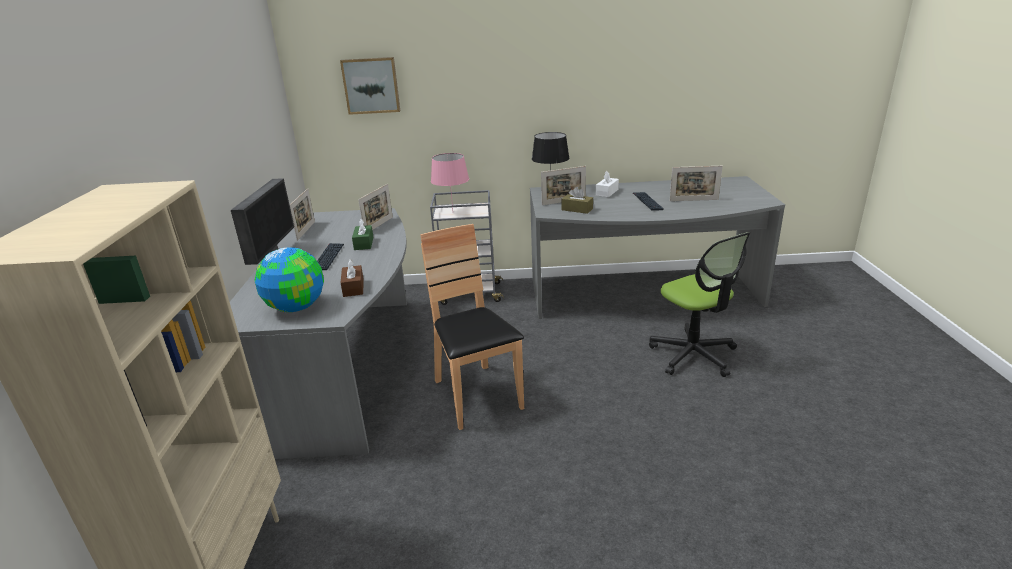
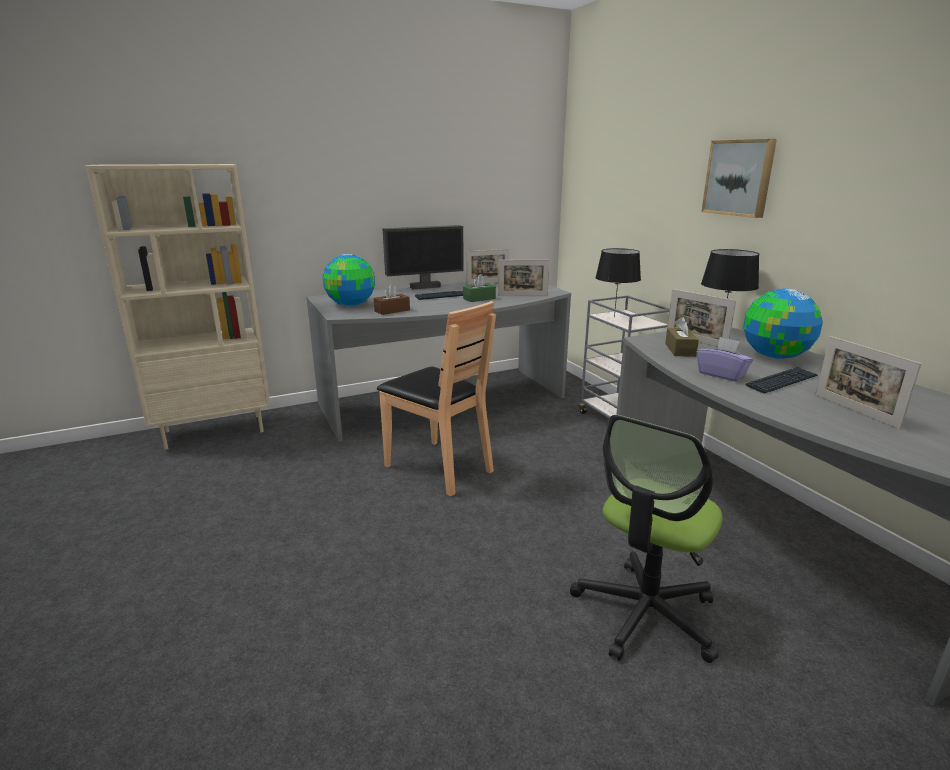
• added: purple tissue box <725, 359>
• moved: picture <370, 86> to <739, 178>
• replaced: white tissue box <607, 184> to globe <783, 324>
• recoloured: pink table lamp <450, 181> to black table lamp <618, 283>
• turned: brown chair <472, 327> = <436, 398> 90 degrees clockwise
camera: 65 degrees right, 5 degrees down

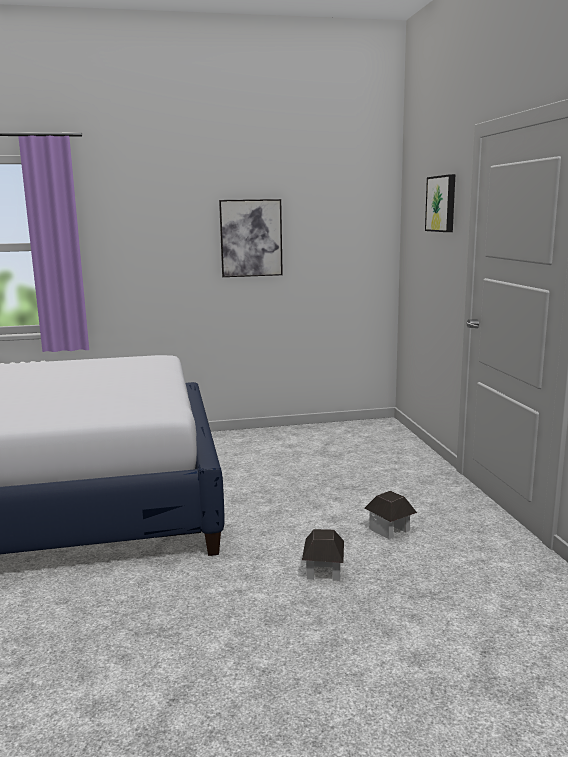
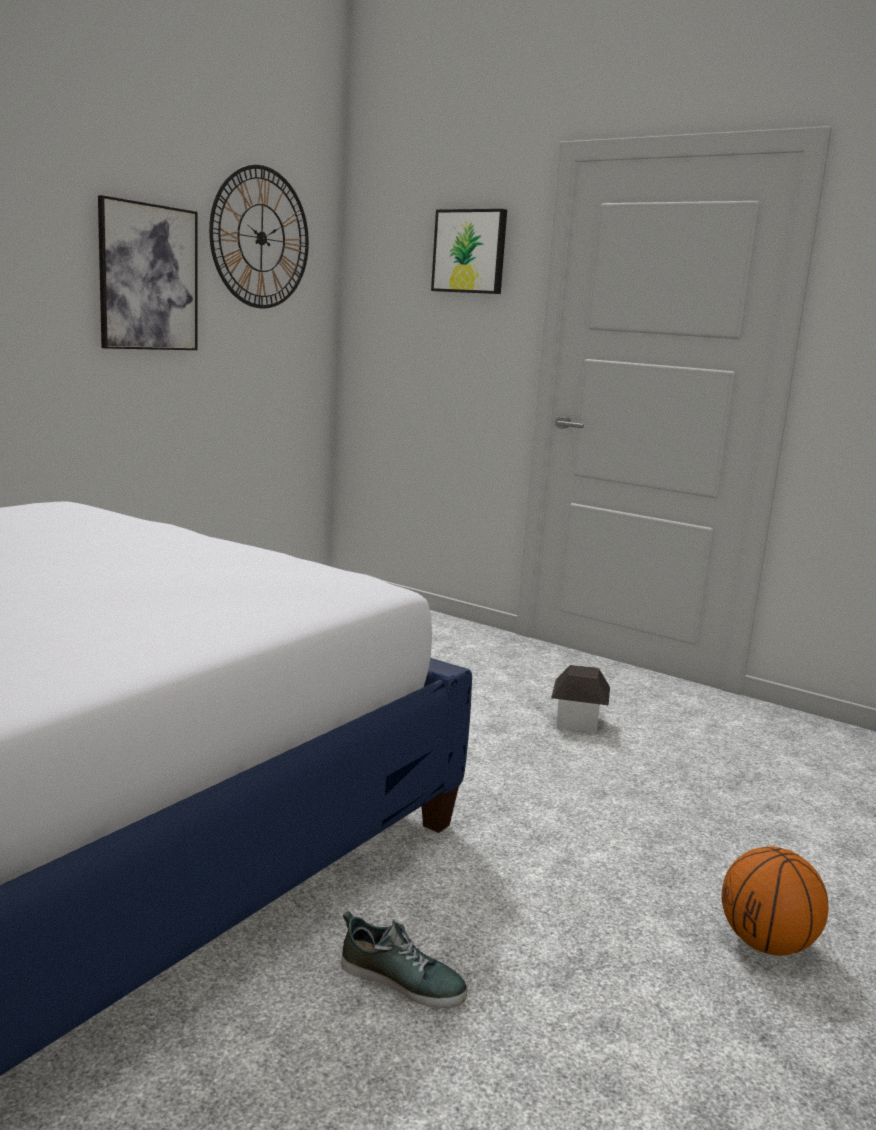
• removed: toy house <323, 555>
• added: wall clock <259, 236>
• added: shoe <404, 959>
• added: basketball <775, 901>
camera: 45 degrees left, 0 degrees up

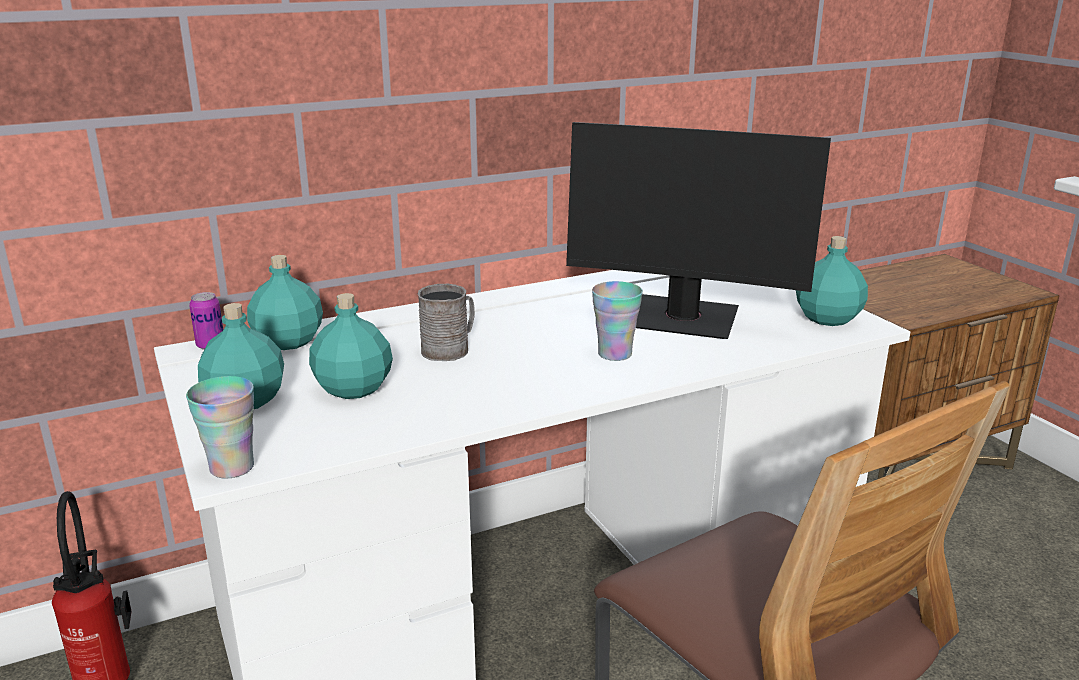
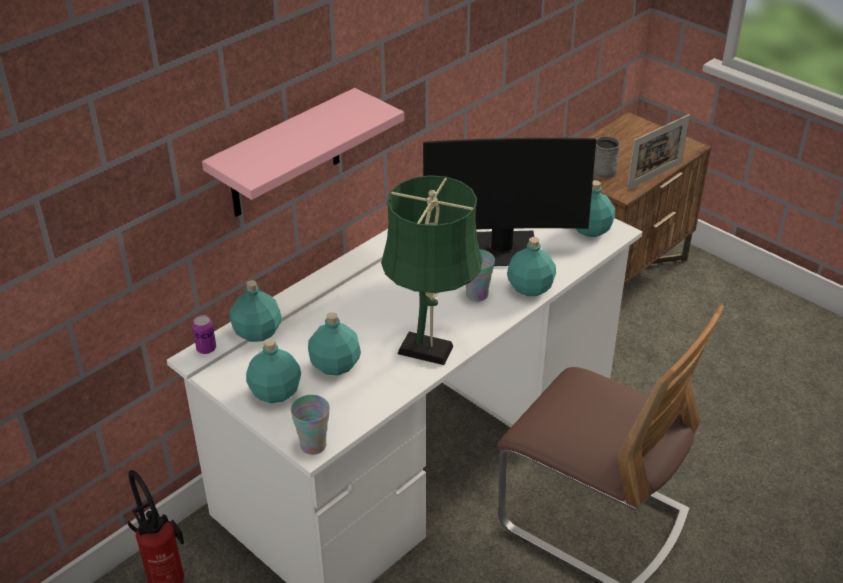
• added: pink shelf <303, 152>
• added: green table lamp <432, 270>
• added: turquoise bottle <531, 266>
• added: picture frame <658, 152>
• moved: grey mug <446, 322> to <606, 157>
camera: 20 degrees left, 15 degrees up

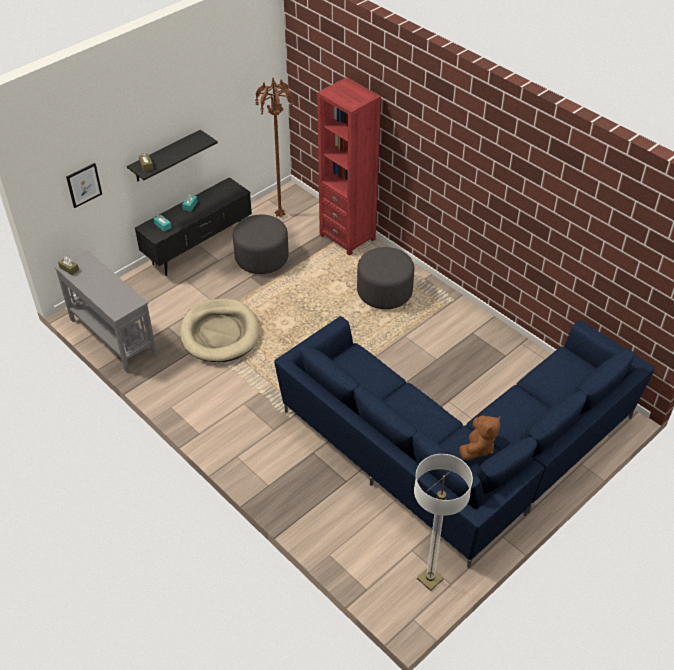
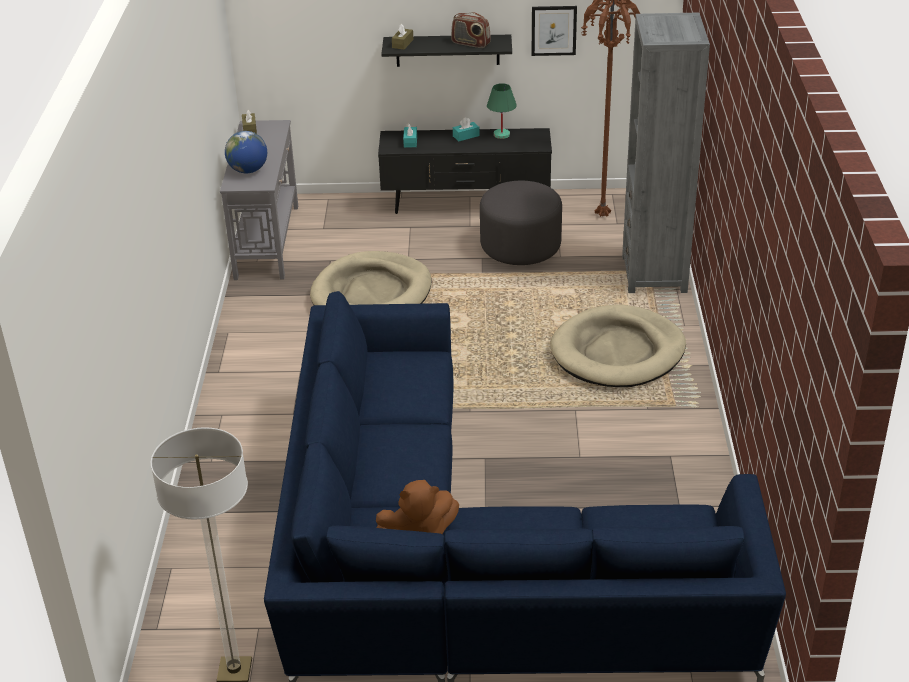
• added: globe <246, 152>
• added: radio <471, 30>
• added: green table lamp <502, 111>
• moved: picture <84, 185> to <554, 31>
• replaced: grey ottoman <385, 278> to beige dog bed <618, 346>
• recoloured: red bookcase <349, 166> to grey bookcase <666, 153>
camera: 45 degrees right, 10 degrees down

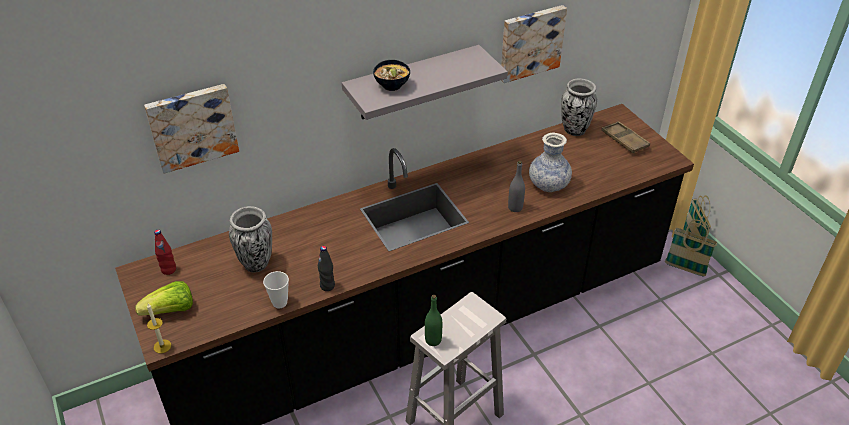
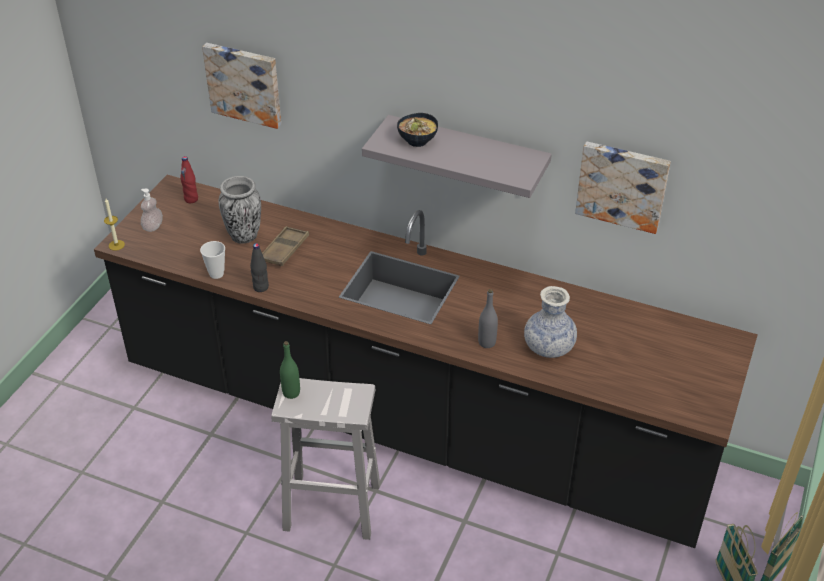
• removed: vase <579, 107>
• moved: brown tray <625, 137> to <285, 246>
• replaced: lettuce <164, 298> to soap dispenser <152, 210>
camera: 50 degrees right, 0 degrees up

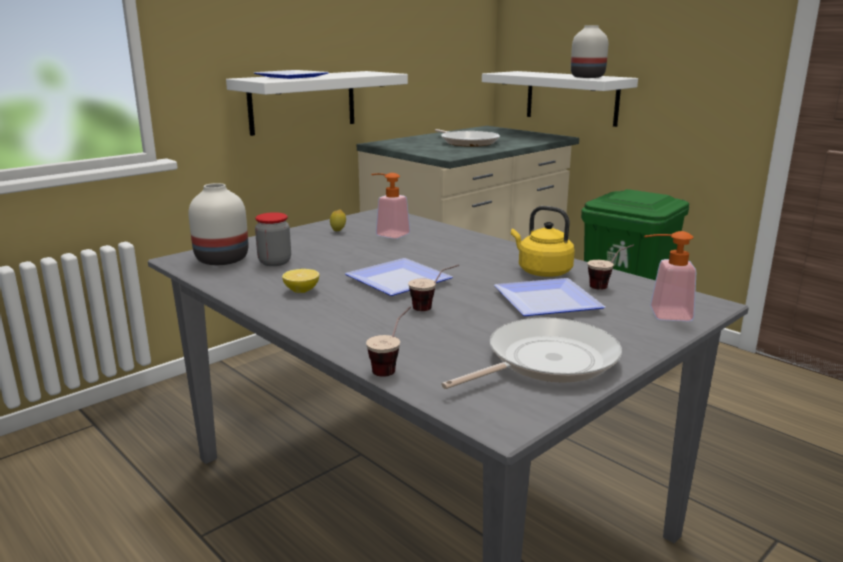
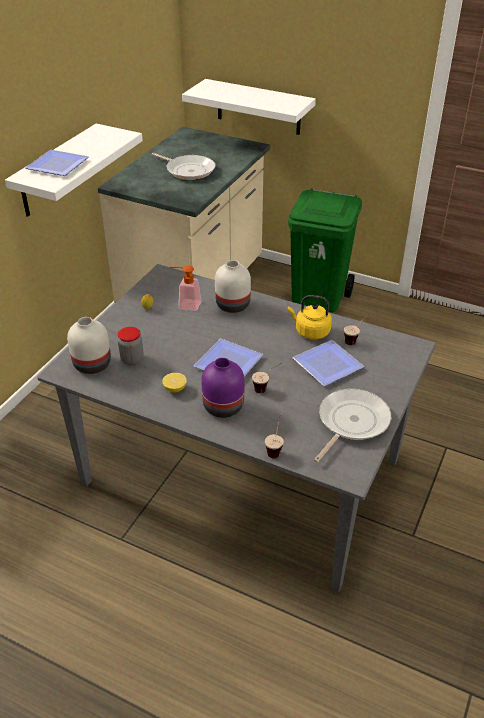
• removed: soap dispenser <670, 276>
• added: purple vase <222, 388>
• moved: white vase <589, 51> to <233, 286>
camera: 20 degrees left, 20 degrees up

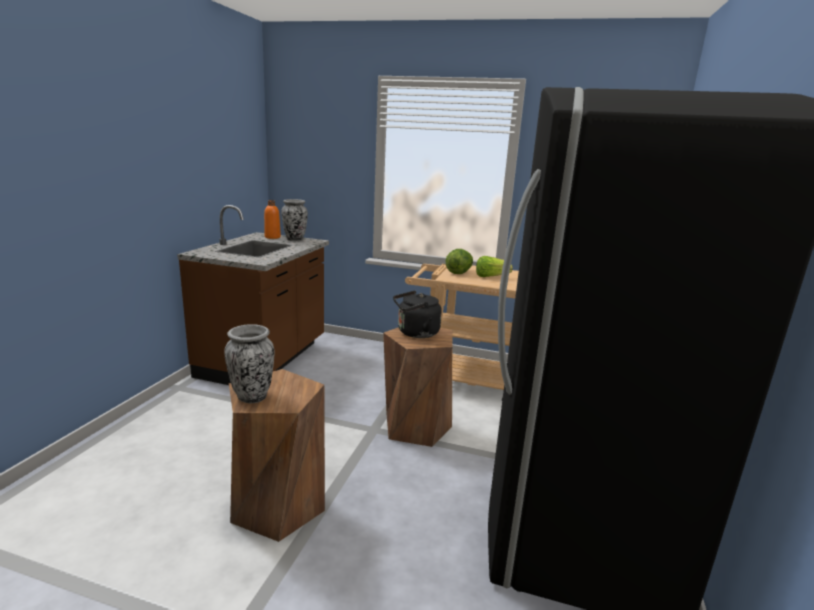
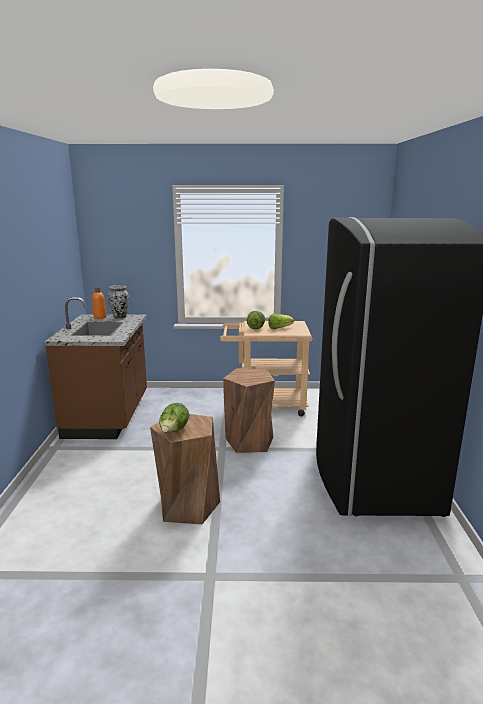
• removed: black kettle <417, 314>
• replaced: vase <249, 363> to lettuce <174, 417>
camera: 15 degrees left, 0 degrees up

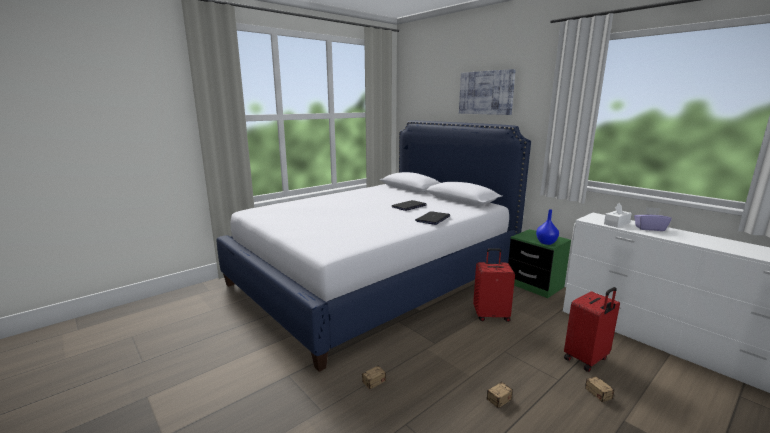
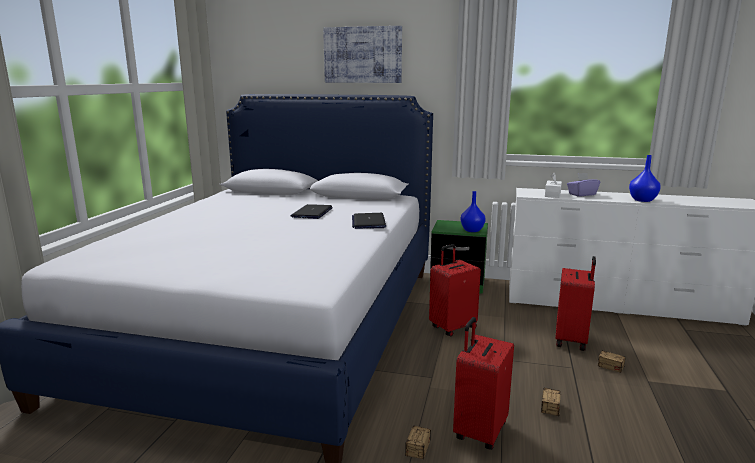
• added: red suitcase <483, 383>
• added: blue vase <645, 178>
camera: 35 degrees left, 0 degrees up

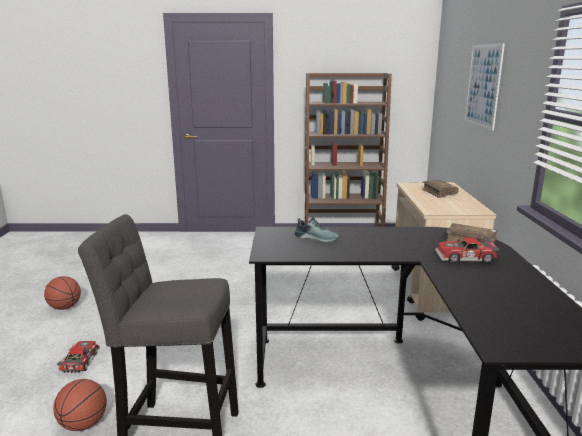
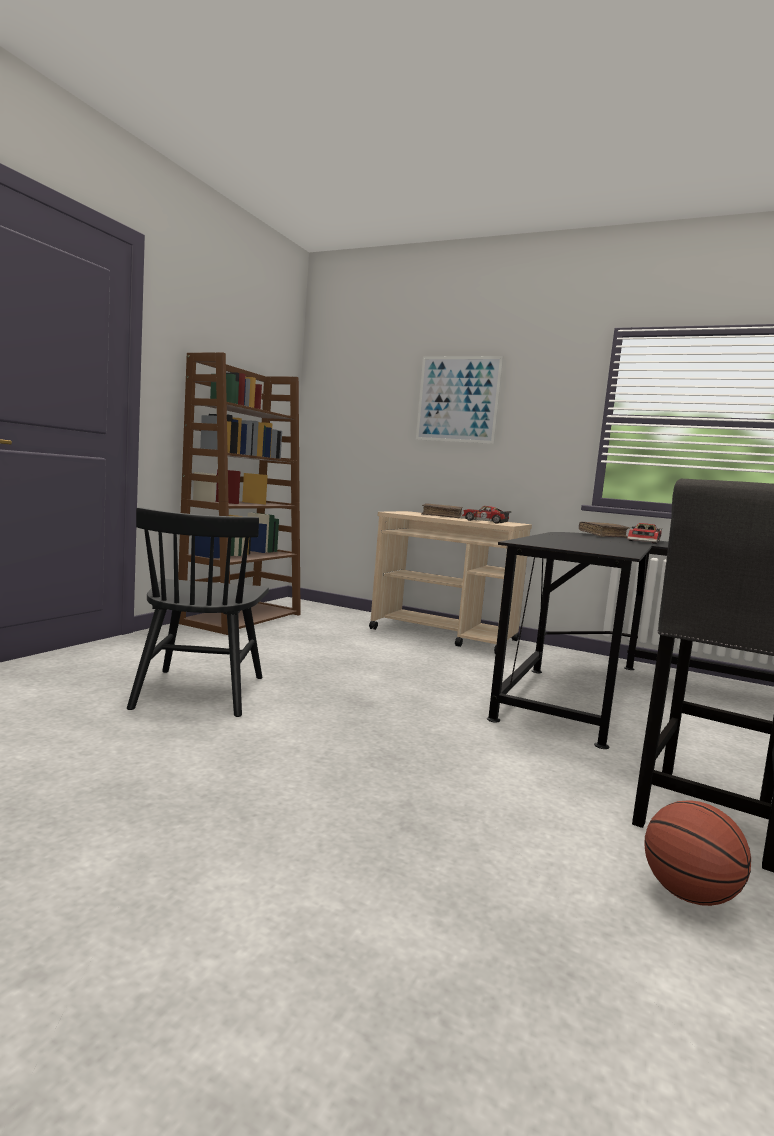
• removed: basketball <62, 293>
• removed: shoe <317, 229>
• added: black chair <198, 612>
• moved: toy car <78, 357> to <486, 515>
camera: 65 degrees left, 10 degrees down

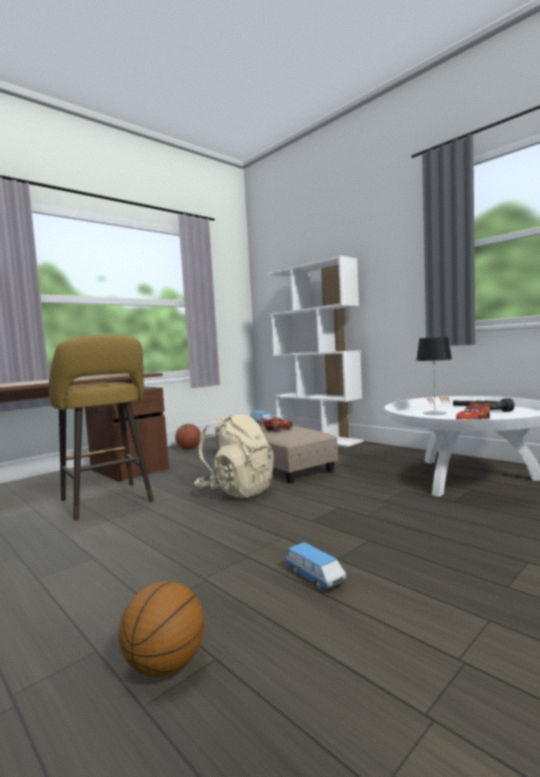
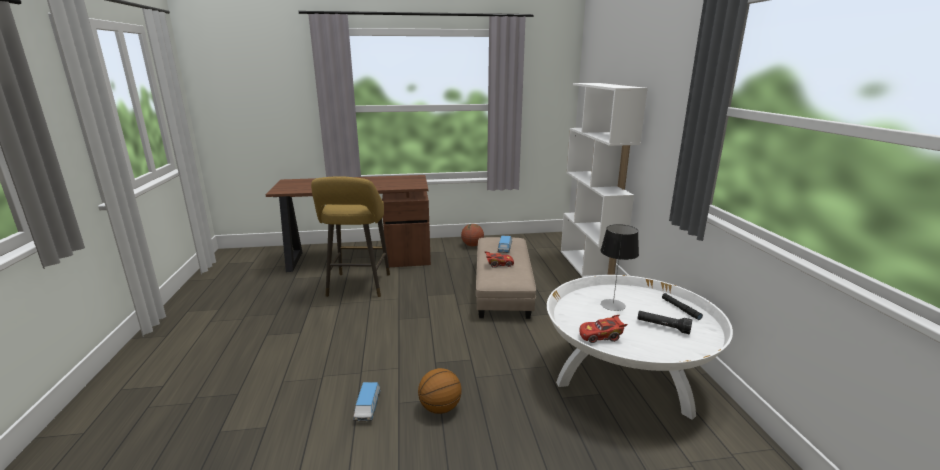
• removed: beige backpack <234, 456>
• moved: basketball <162, 629> to <440, 391>
camera: 35 degrees right, 15 degrees up

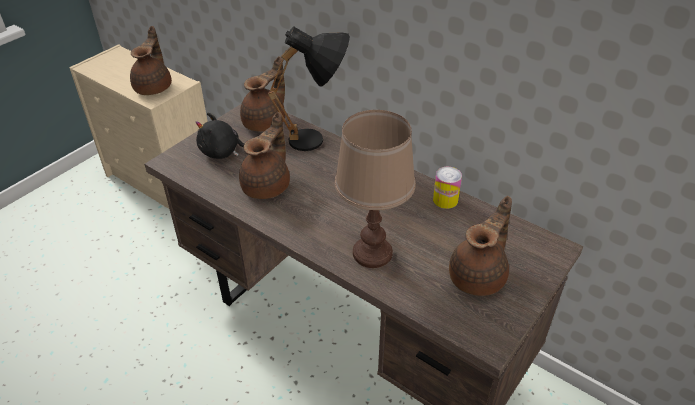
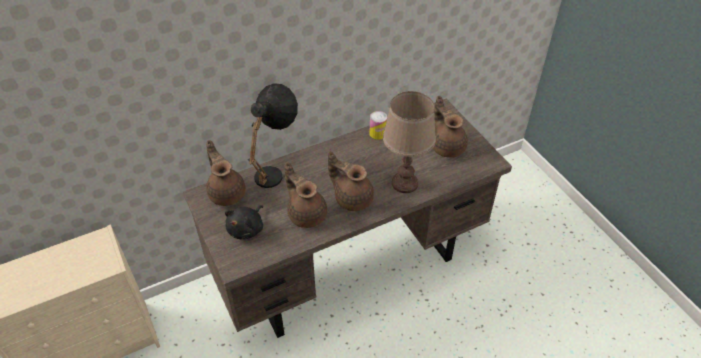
• moved: brown teapot <151, 60> to <351, 181>
camera: 65 degrees left, 5 degrees up

